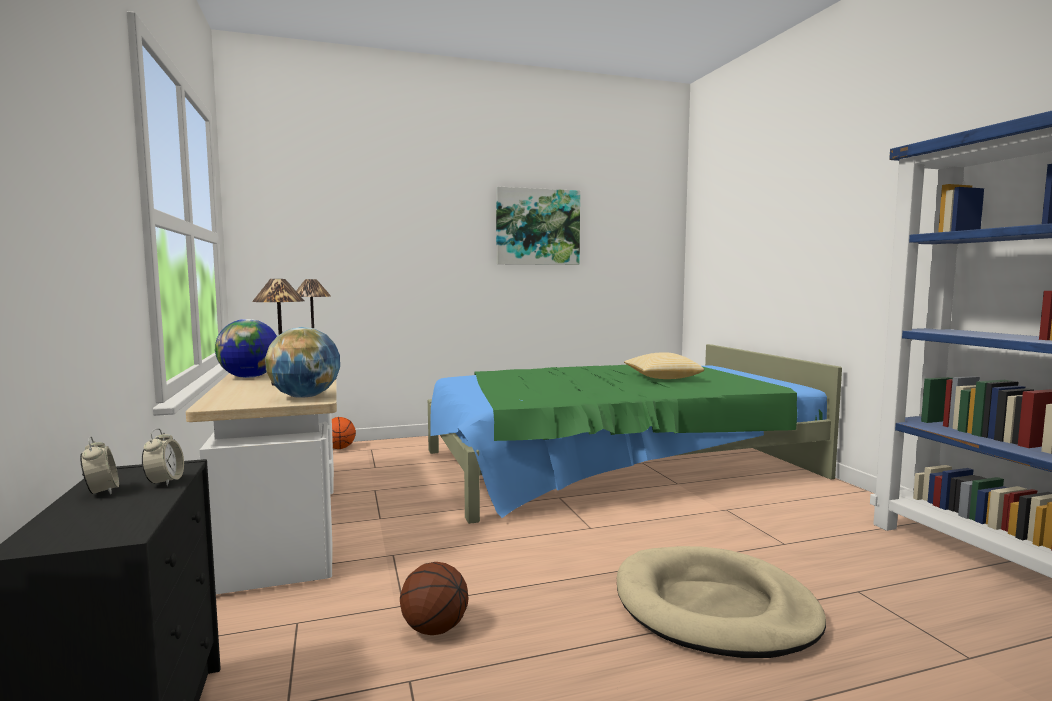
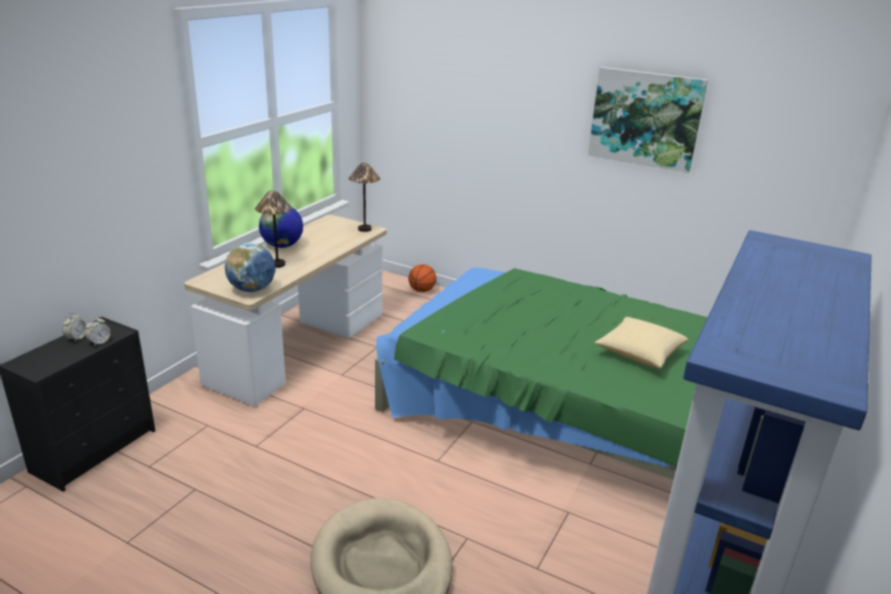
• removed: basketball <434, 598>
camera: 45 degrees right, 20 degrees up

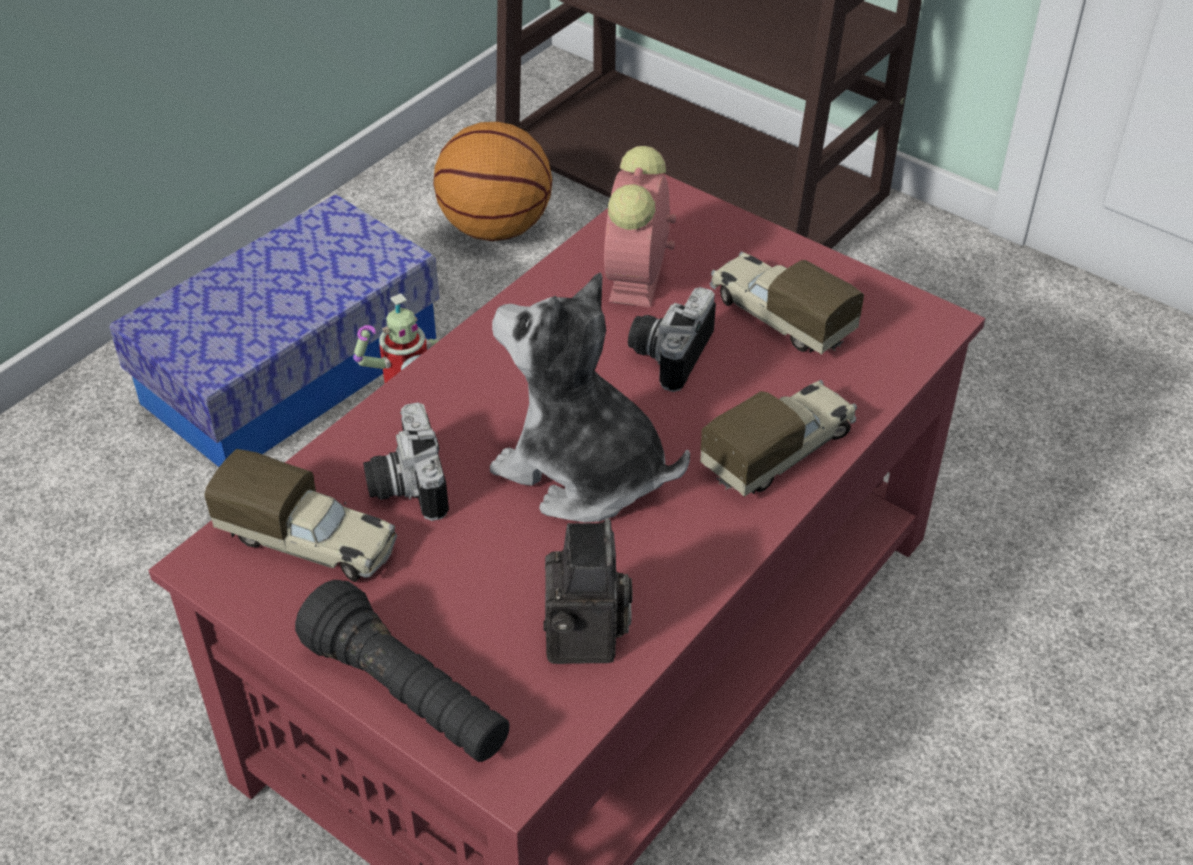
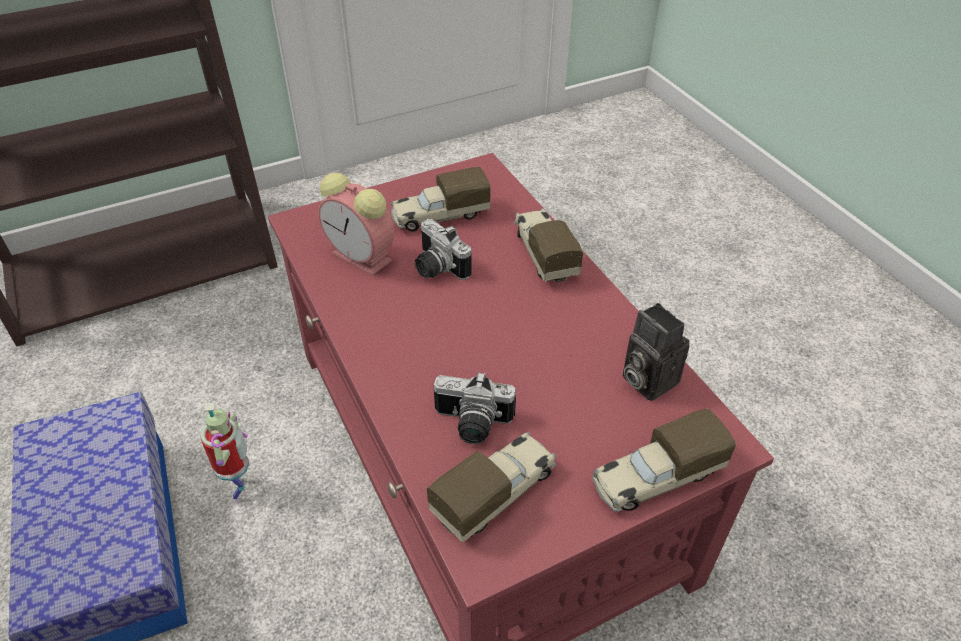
• removed: basketball <493, 181>
• removed: plush toy <590, 397>
• replaced: black flashlight <402, 671> to toy truck <664, 460>
• turned: photo camera <587, 591> = <656, 352> 150 degrees counterclockwise
camera: 65 degrees left, 0 degrees up

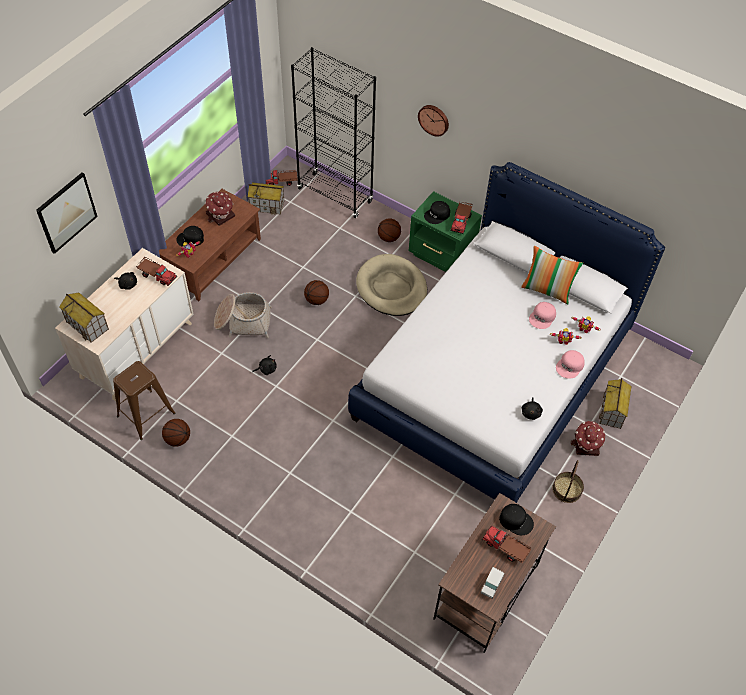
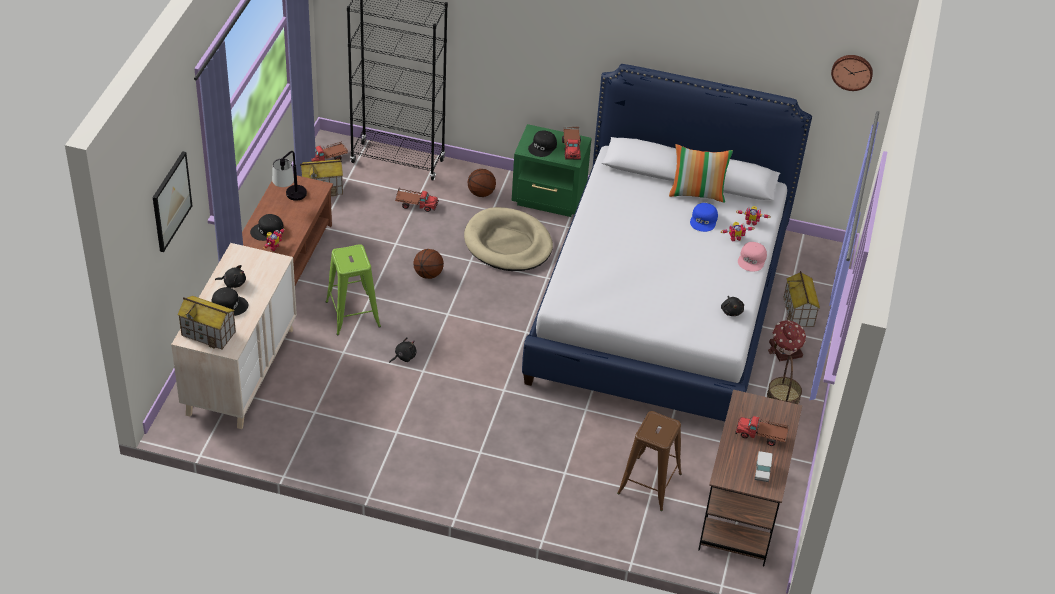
• removed: basketball <176, 433>
• moved: brown stool <144, 400> to <649, 461>
• moved: toy truck <156, 271> to <417, 200>
• moved: wall clock <433, 121> to <852, 73>
• moved: black cap <516, 519> to <230, 301>
• replaced: toy house <220, 208> to table lamp <289, 176>
• replaced: basket <243, 315> to green stool <353, 290>
• recoloured: pink cap <542, 315> to blue cap <704, 217>
camera: 20 degrees left, 10 degrees down

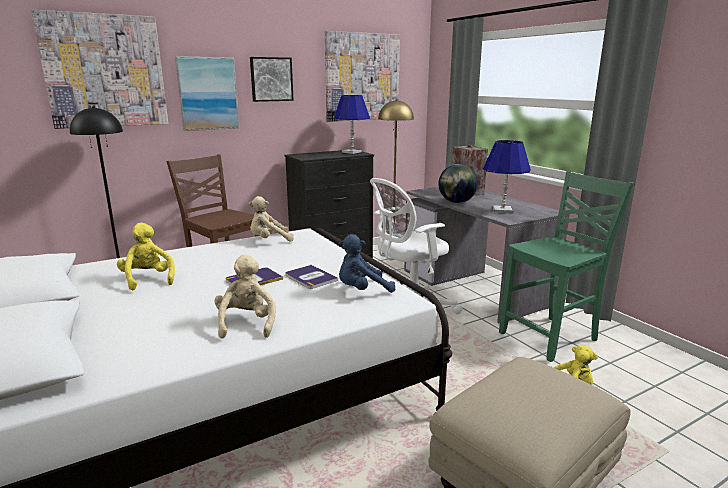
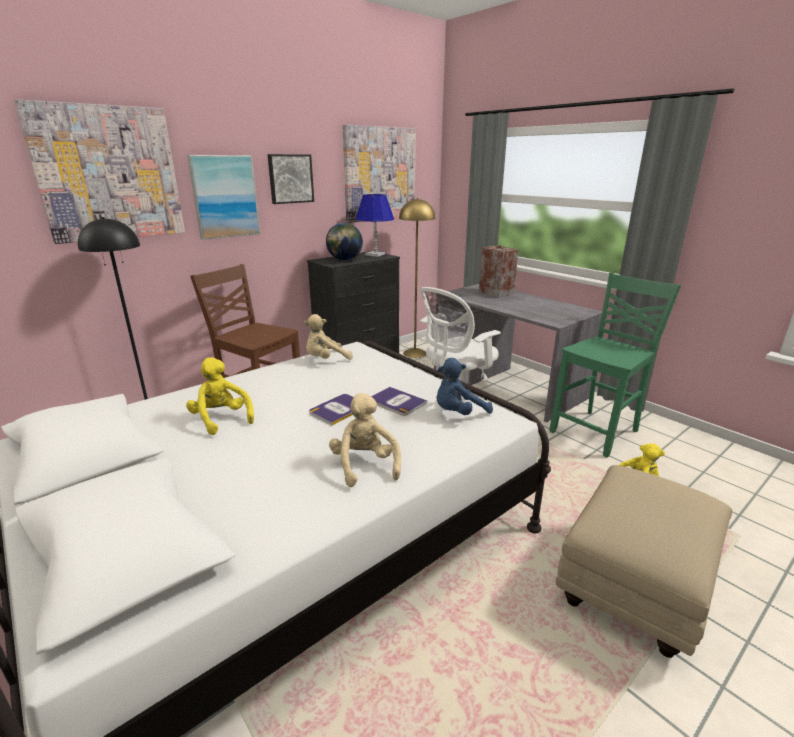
• removed: blue table lamp <507, 176>
• moved: globe <458, 183> to <344, 242>
camera: 10 degrees left, 5 degrees up

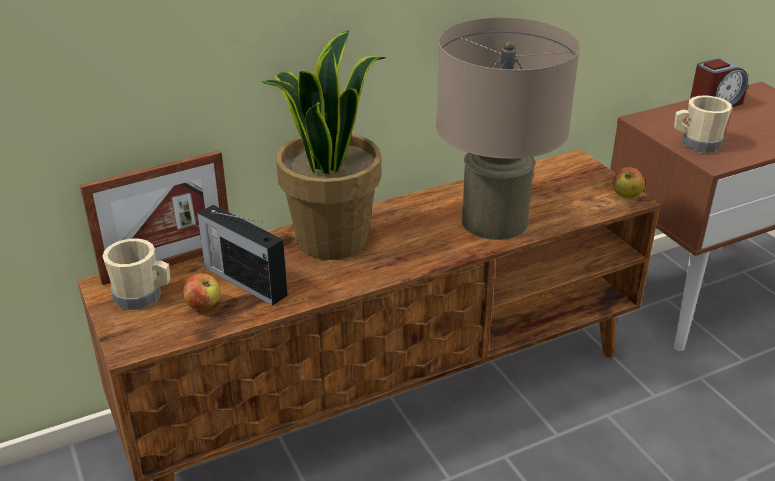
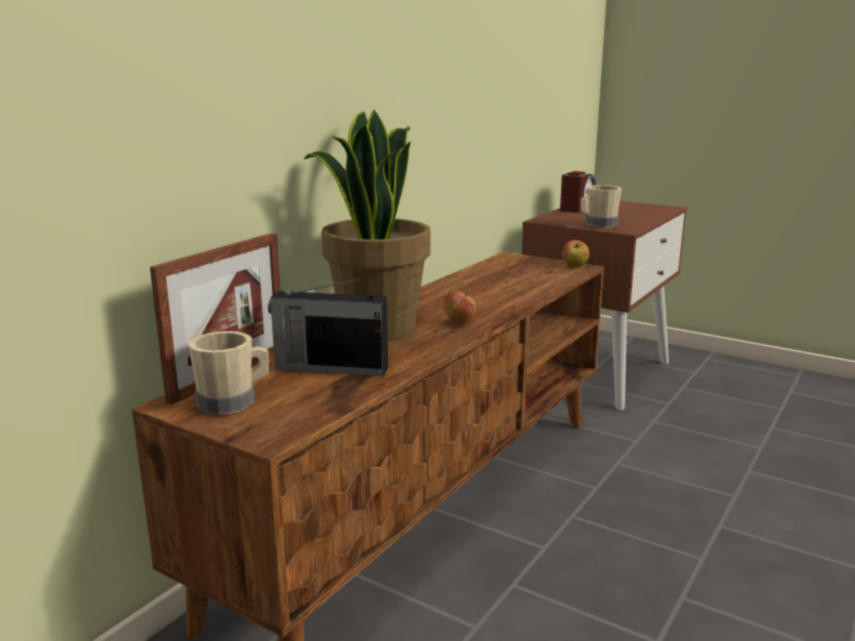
• removed: beige table lamp <508, 129>
• moved: apple <202, 291> to <459, 307>
camera: 30 degrees left, 15 degrees down

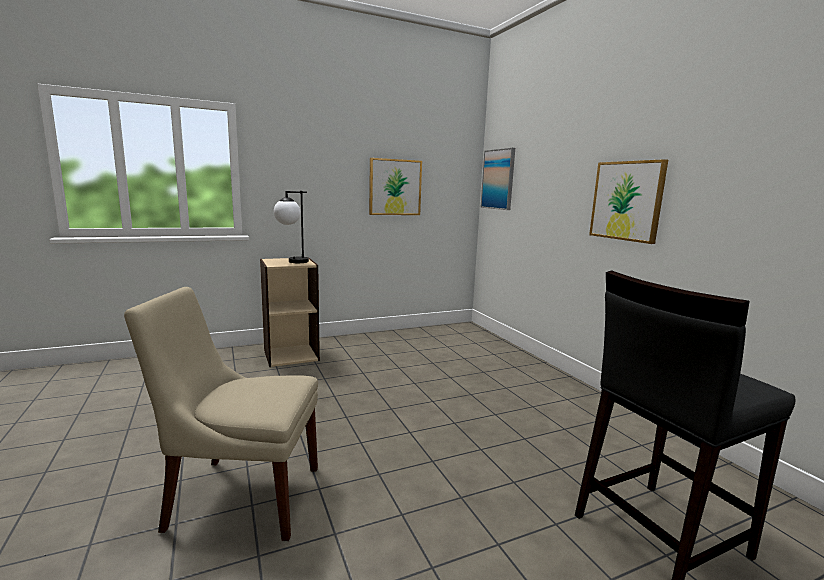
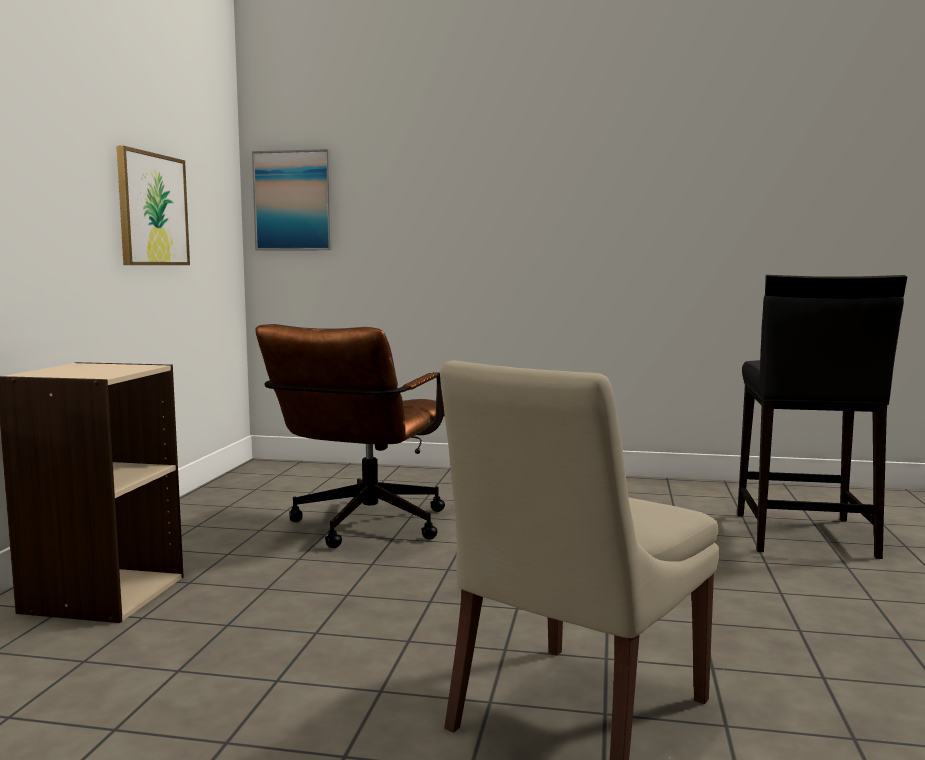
• removed: table lamp <291, 227>
• removed: picture <628, 201>
• added: brown office chair <350, 436>
camera: 55 degrees left, 5 degrees down

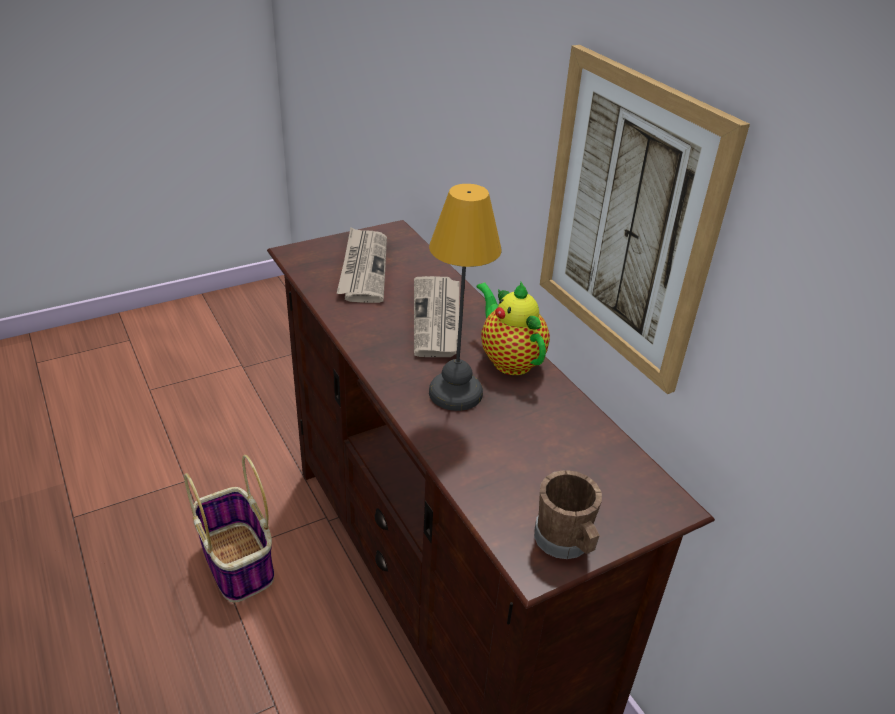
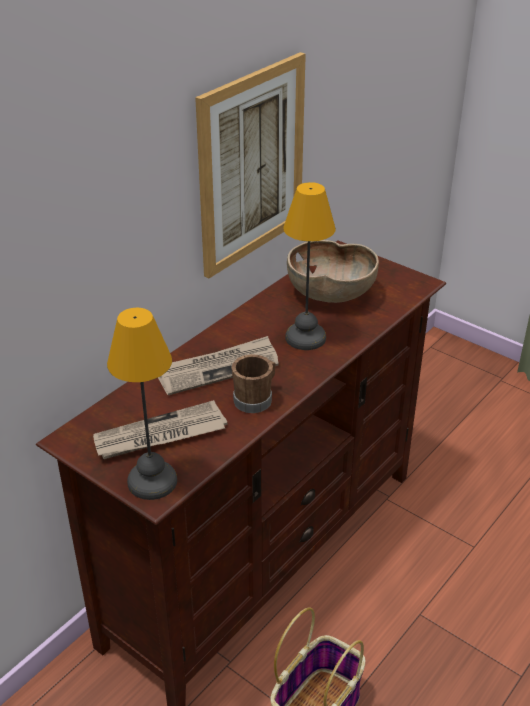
• removed: teapot <513, 328>
• added: table lamp <142, 404>
• added: brown bowl <333, 271>
• moved: brown mug <568, 514> to <253, 383>
camera: 110 degrees left, 0 degrees up

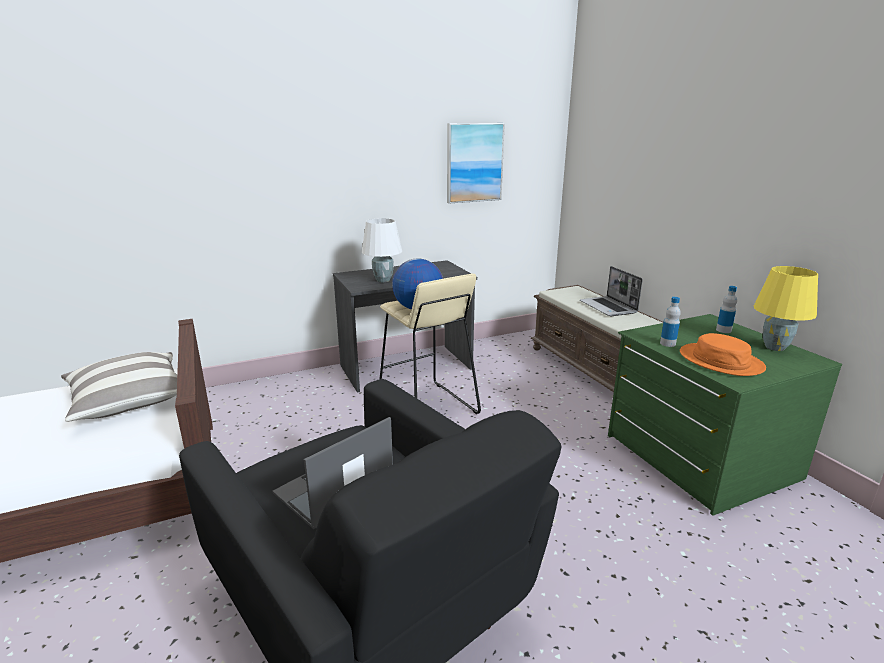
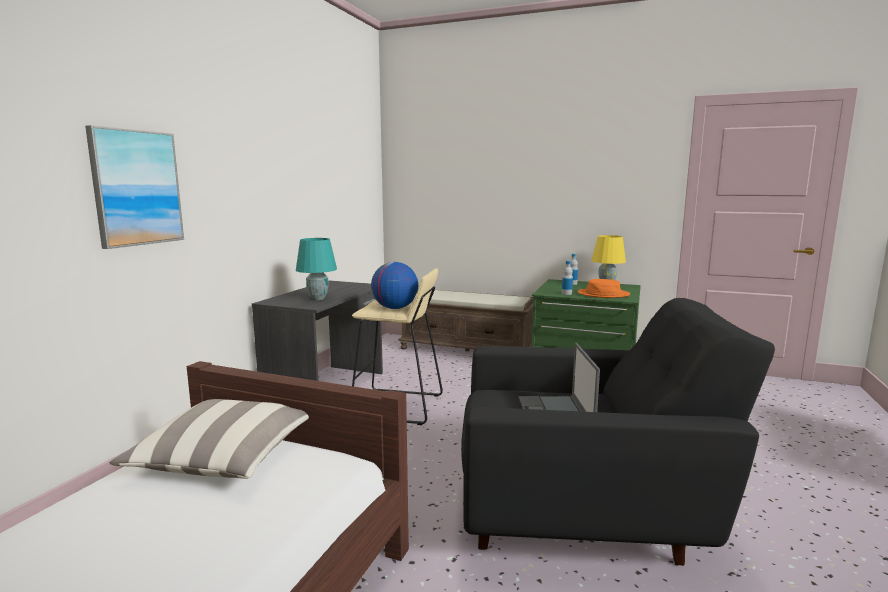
• removed: laptop <611, 291>
• moved: picture <476, 163> to <134, 187>
• recoloured: white table lamp <382, 250> to turquoise table lamp <316, 269>
camera: 45 degrees left, 10 degrees down

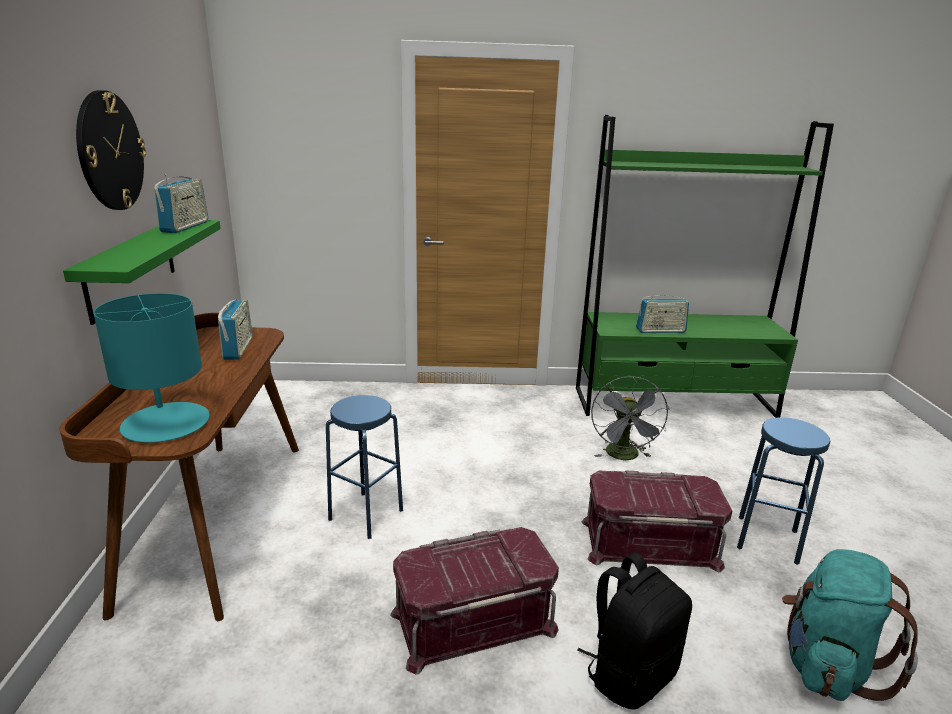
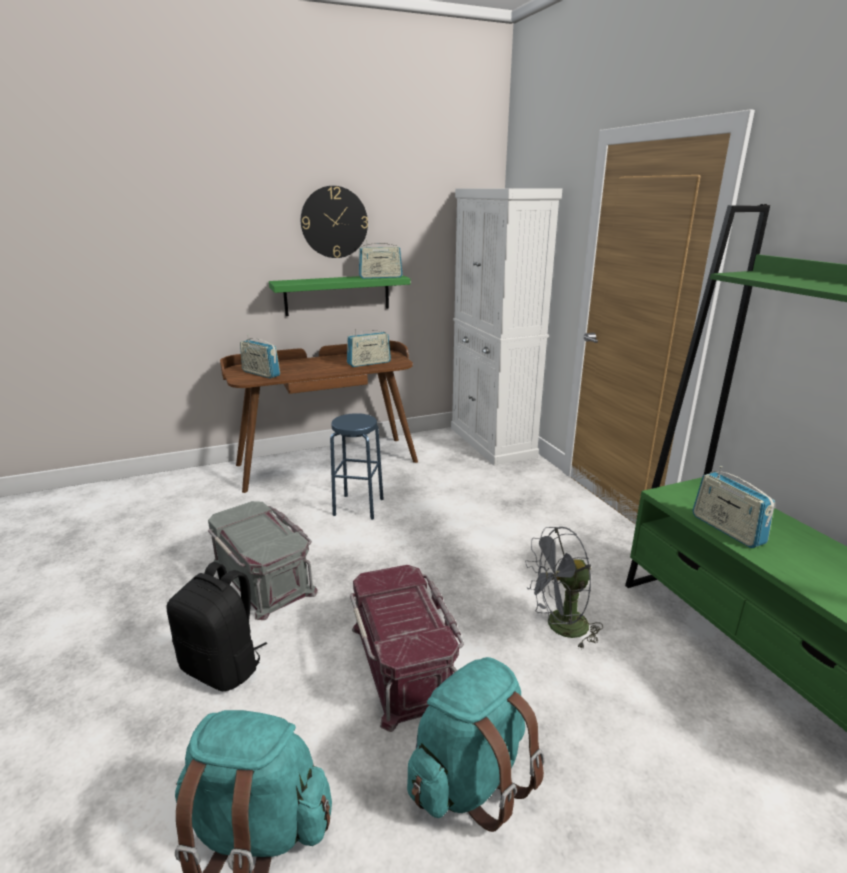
• added: white cabinet <506, 327>
• replaced: turquoise table lamp <151, 368> to radio <260, 356>
• replaced: blue stool <783, 491> to turquoise backpack <476, 744>
• recoloured: red storage box <474, 601> to grey storage box <263, 560>
camera: 70 degrees right, 0 degrees up

